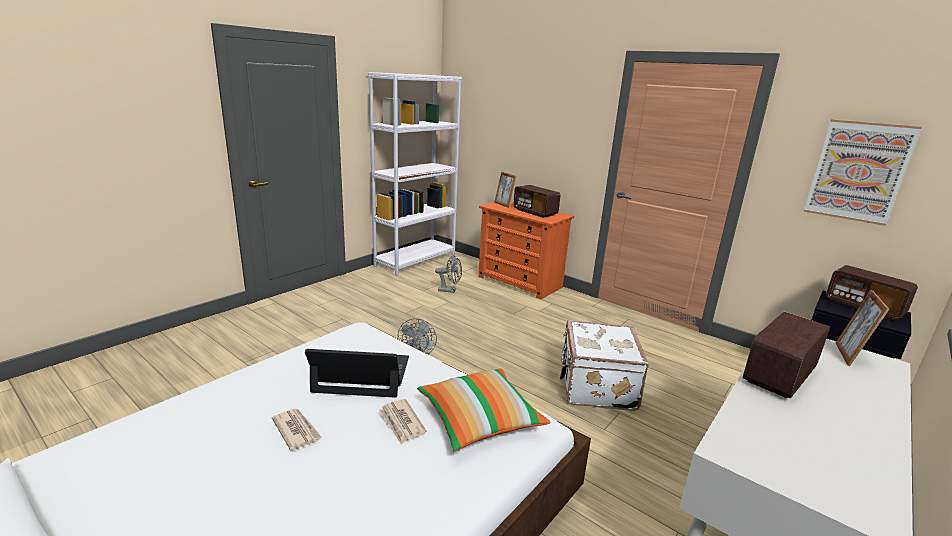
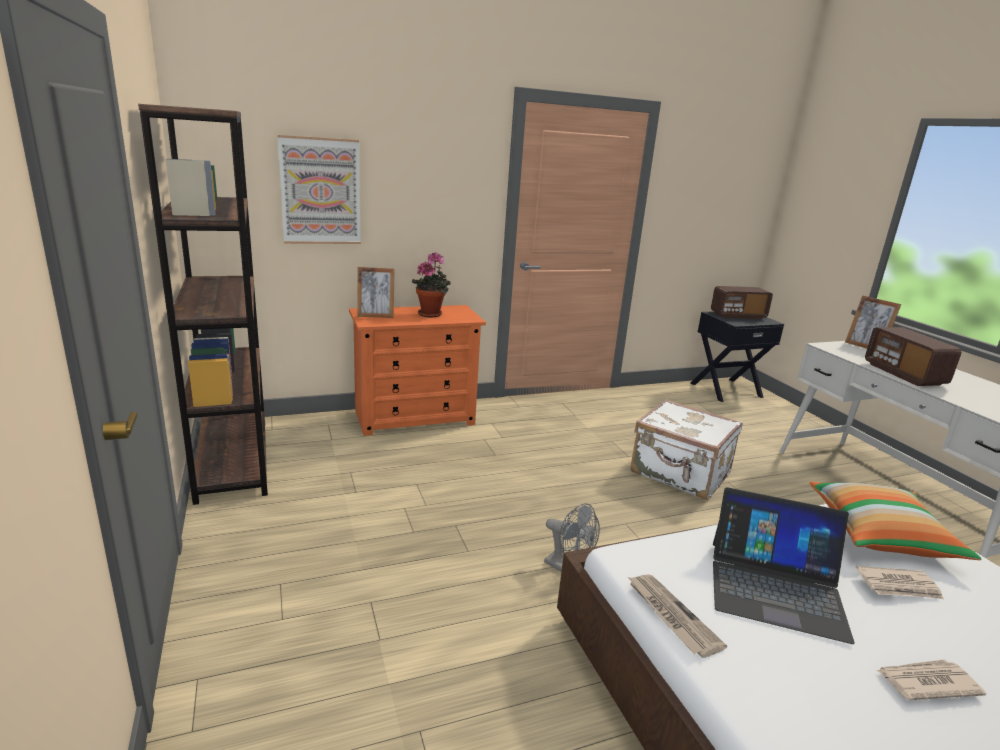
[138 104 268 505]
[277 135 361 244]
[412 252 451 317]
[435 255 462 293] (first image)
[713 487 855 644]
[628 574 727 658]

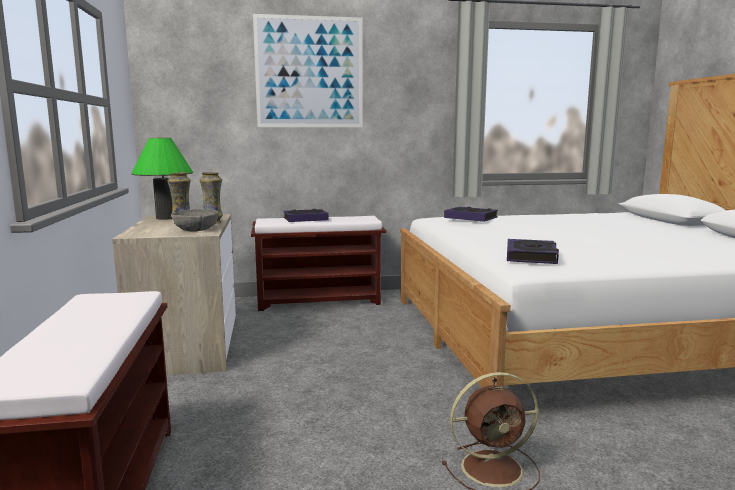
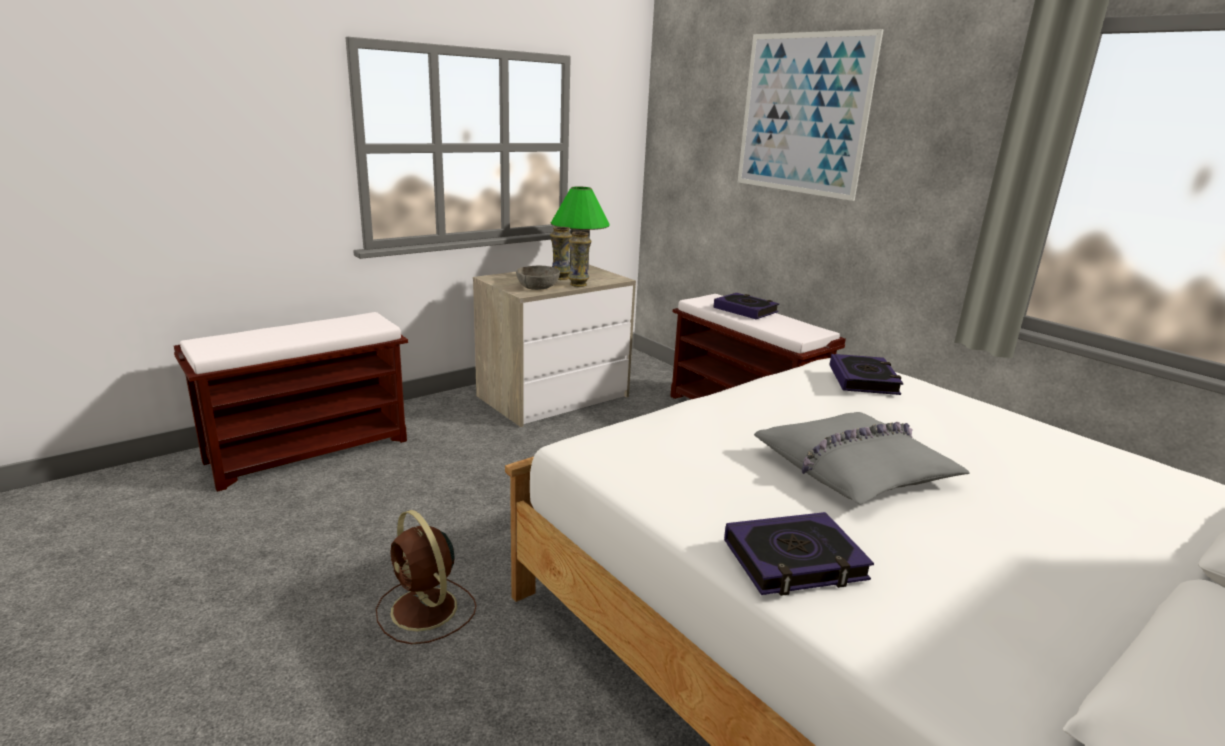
[724 512 874 596]
[754 412 970 504]

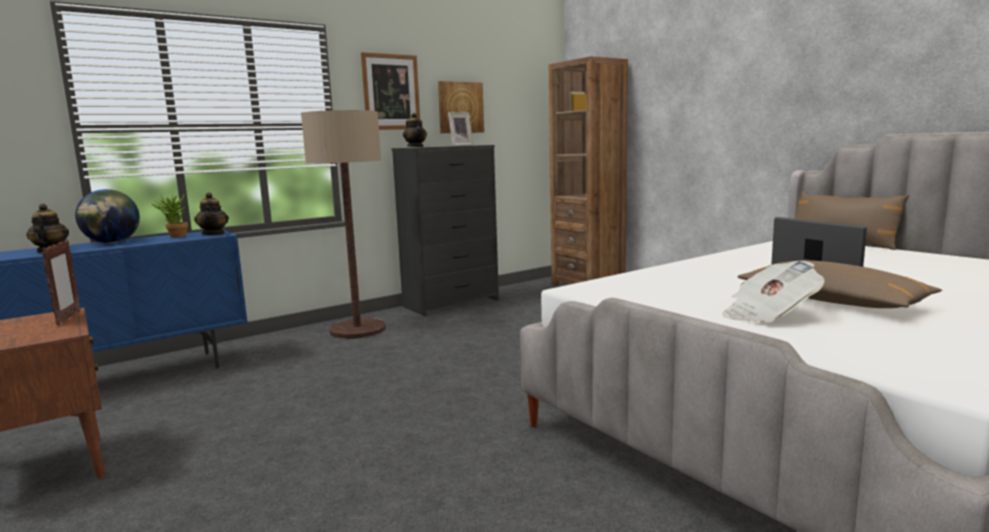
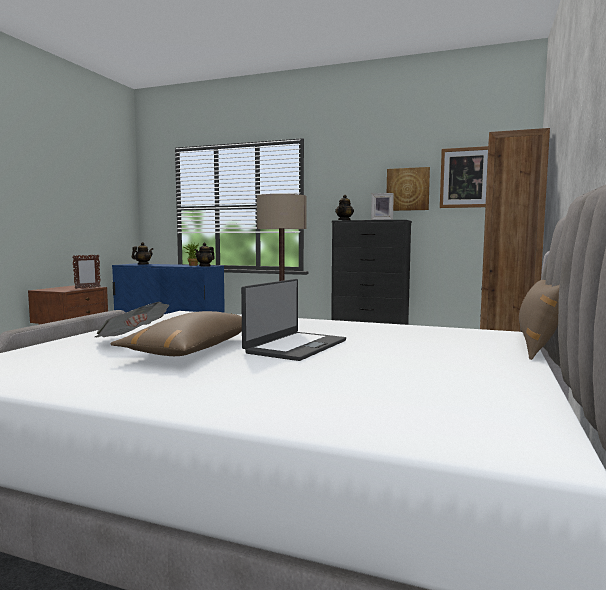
[440 146 488 208]
[75 189 140 243] (first image)

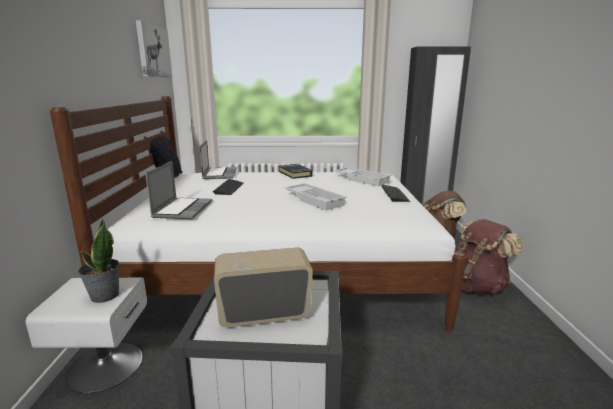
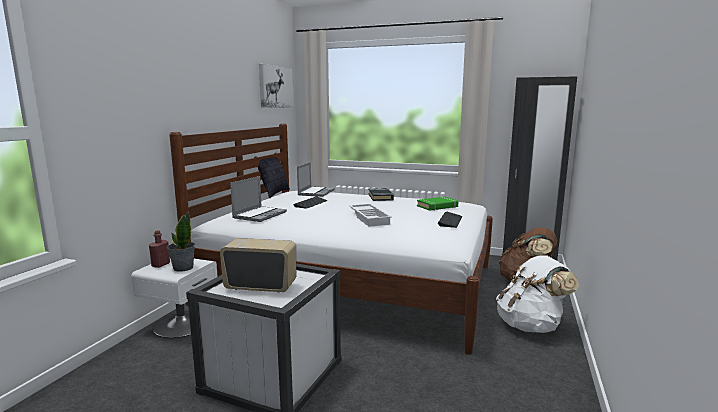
[417 196 458 211]
[496 255 579 333]
[149 230 170 268]

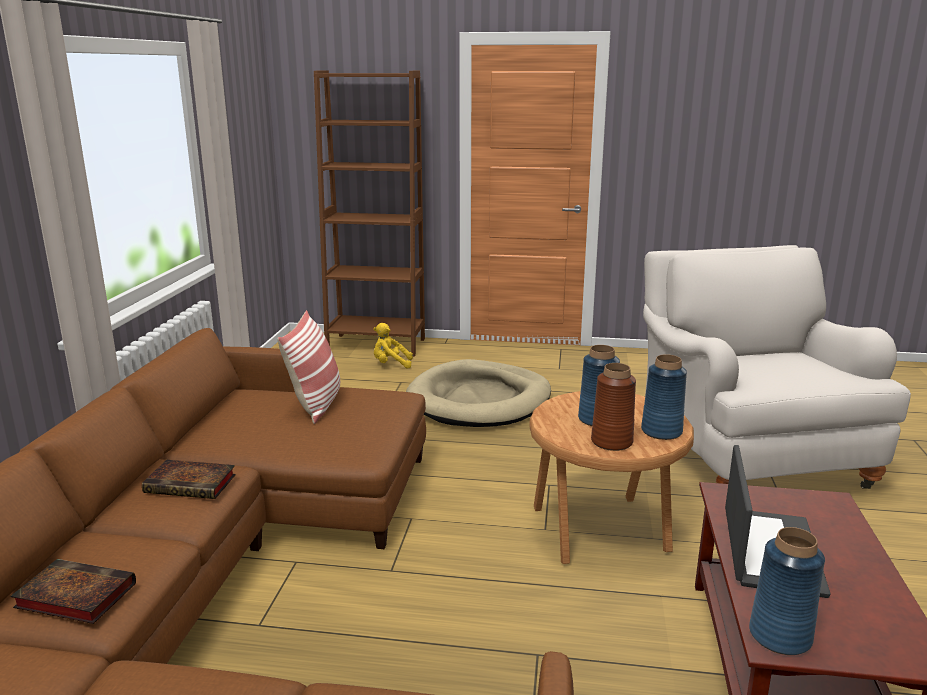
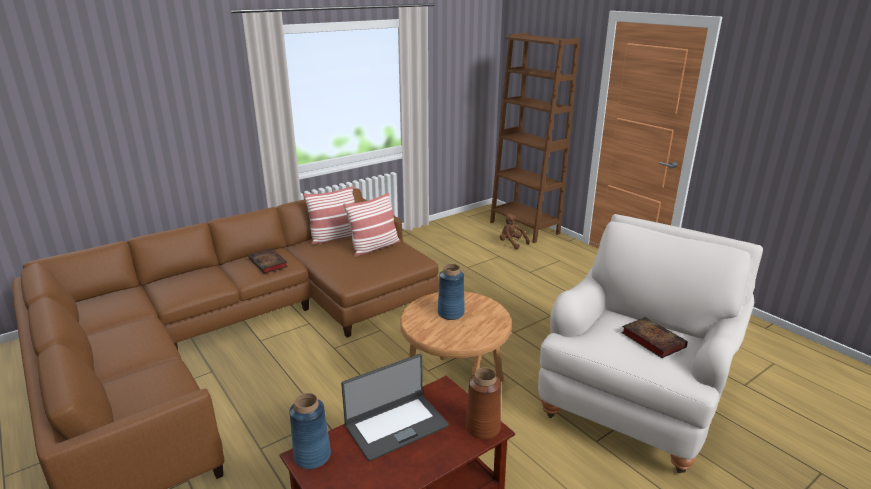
[500 213 530 249]
[641 354 687 440] (first image)
[406 359 551 427] (first image)
[466 368 501 439]
[621 317 688 358]
[303 186 355 245]

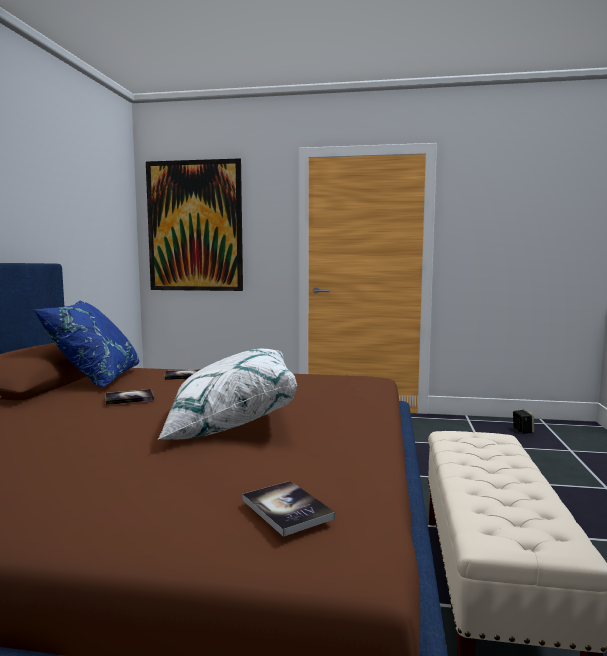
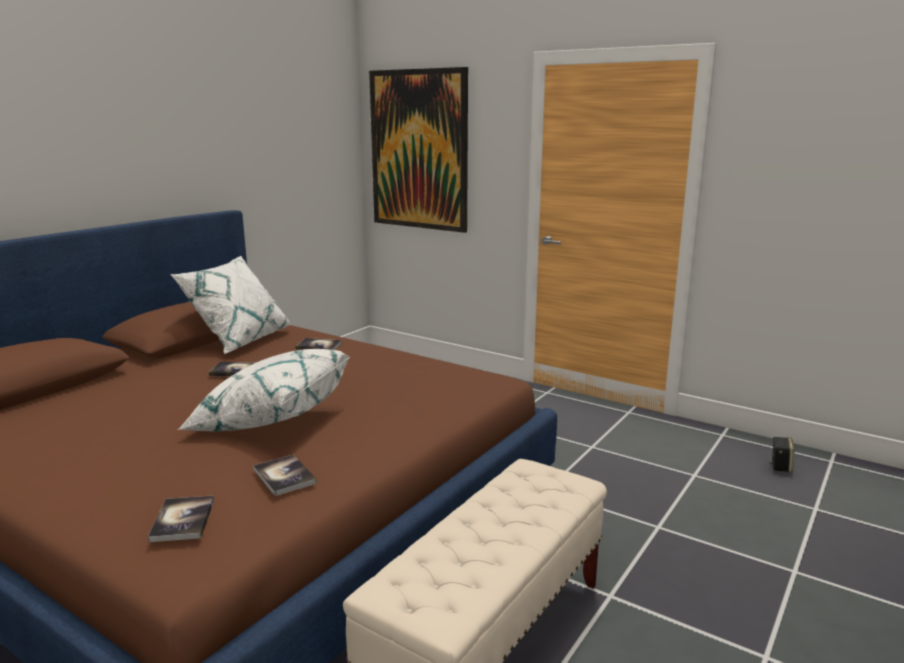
[170 256 291 354]
[253 455 317 496]

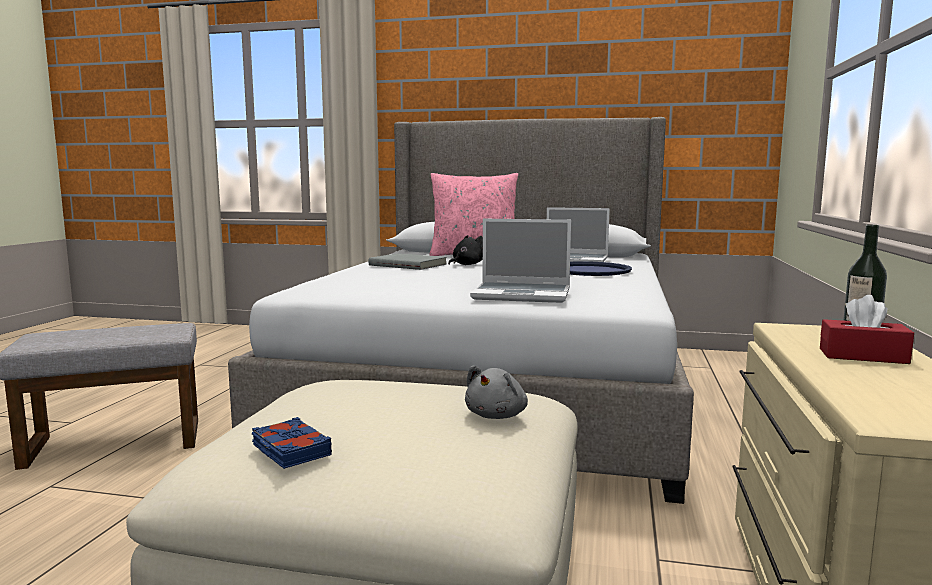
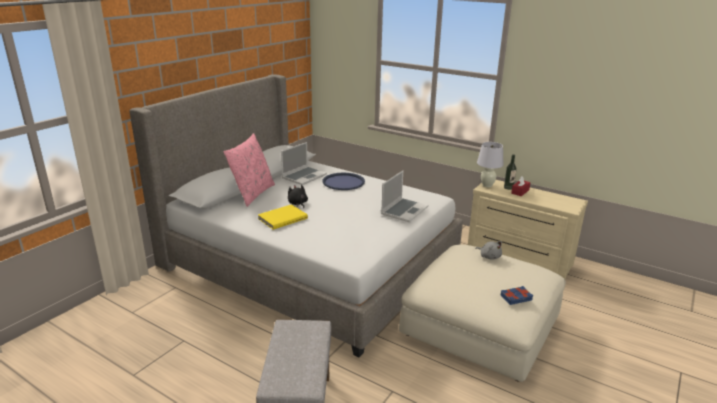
[258 204 308 230]
[477 142 504 187]

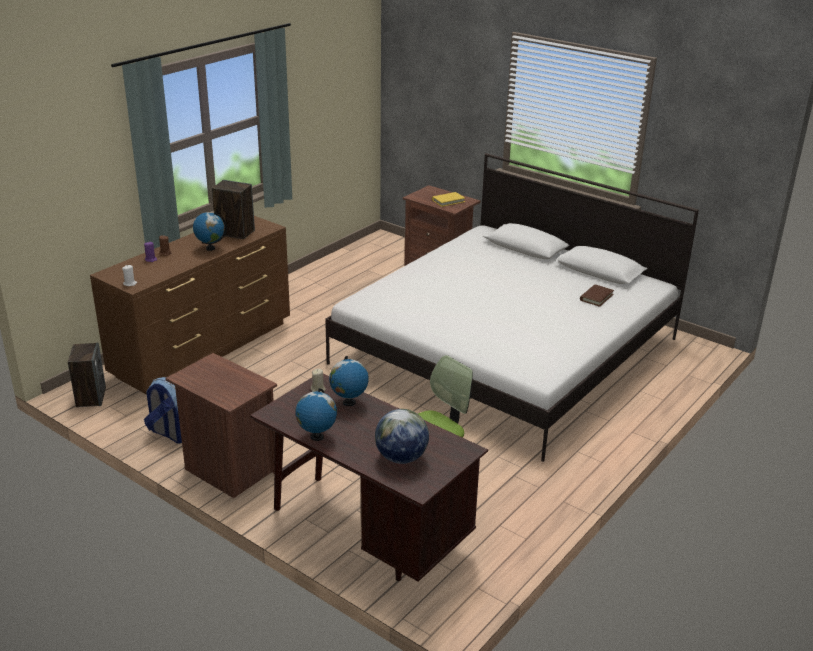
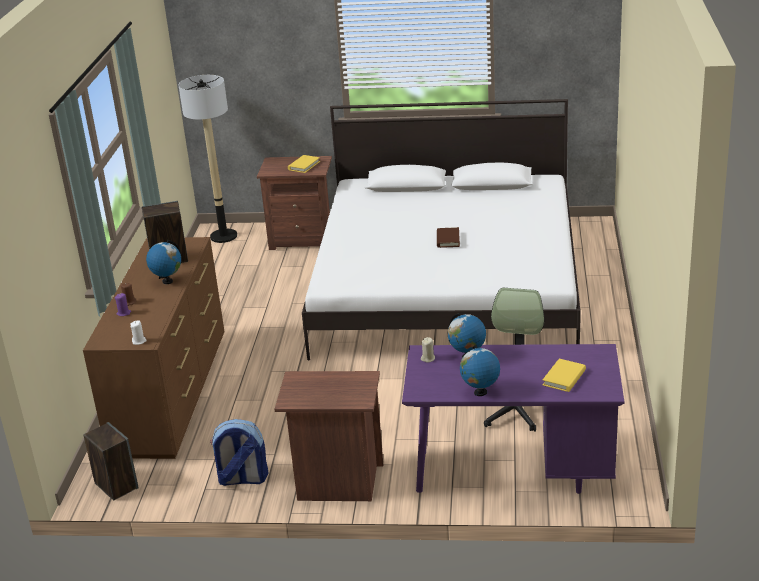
[437 227 460 248]
[402 344 625 494]
[543 359 586 392]
[179 75 237 243]

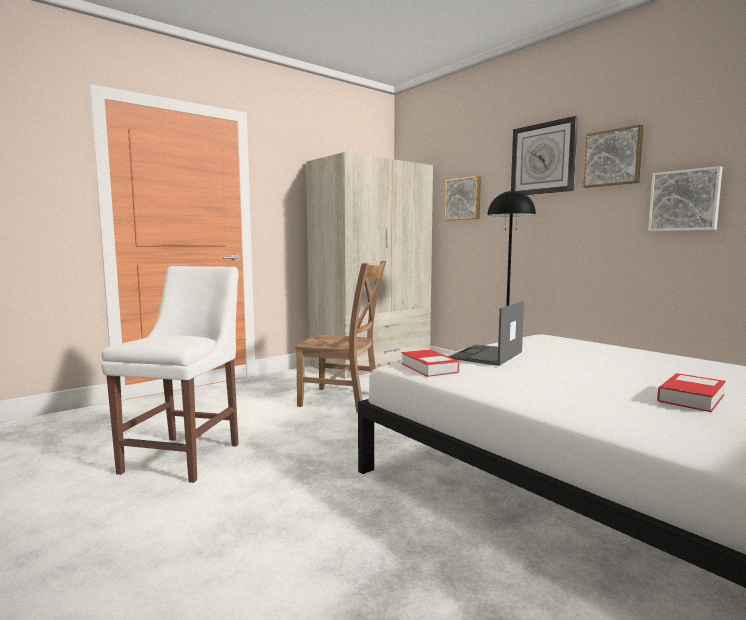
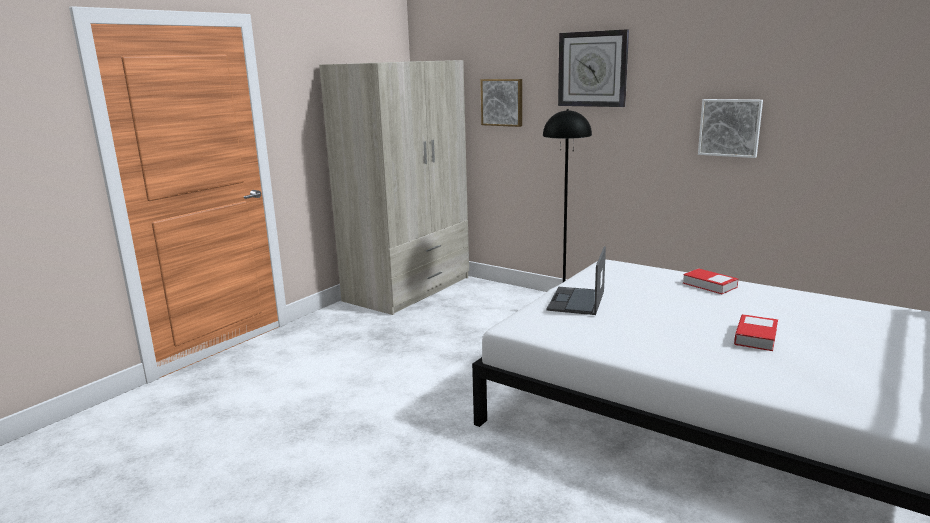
[583 124 643 188] (first image)
[295 261 386 413] (first image)
[101 266 239 483] (first image)
[683 268 738 294]

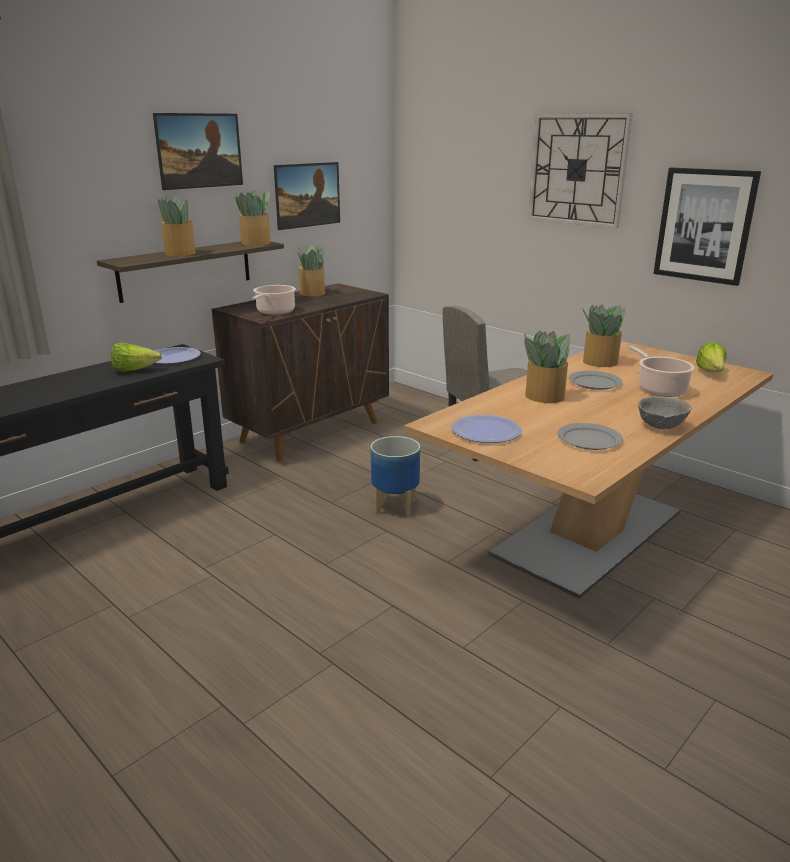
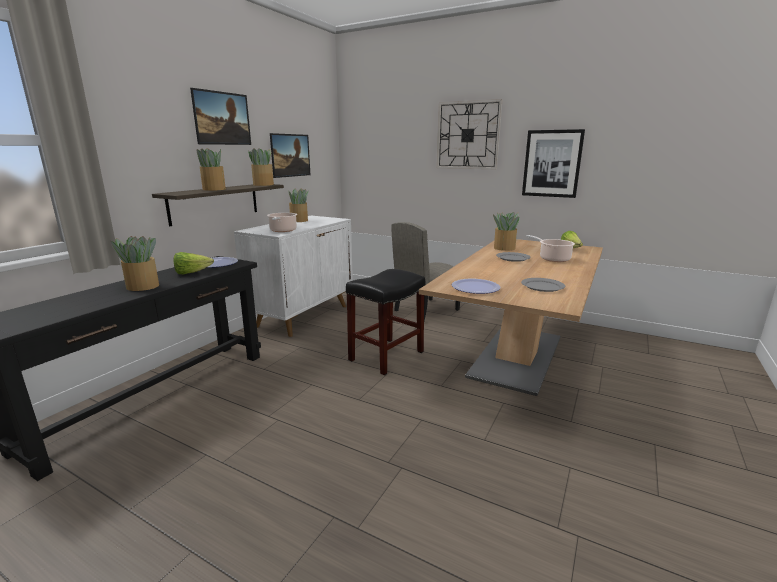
[234 216 353 337]
[110 236 159 291]
[638 397 692 429] (first image)
[346 269 425 375]

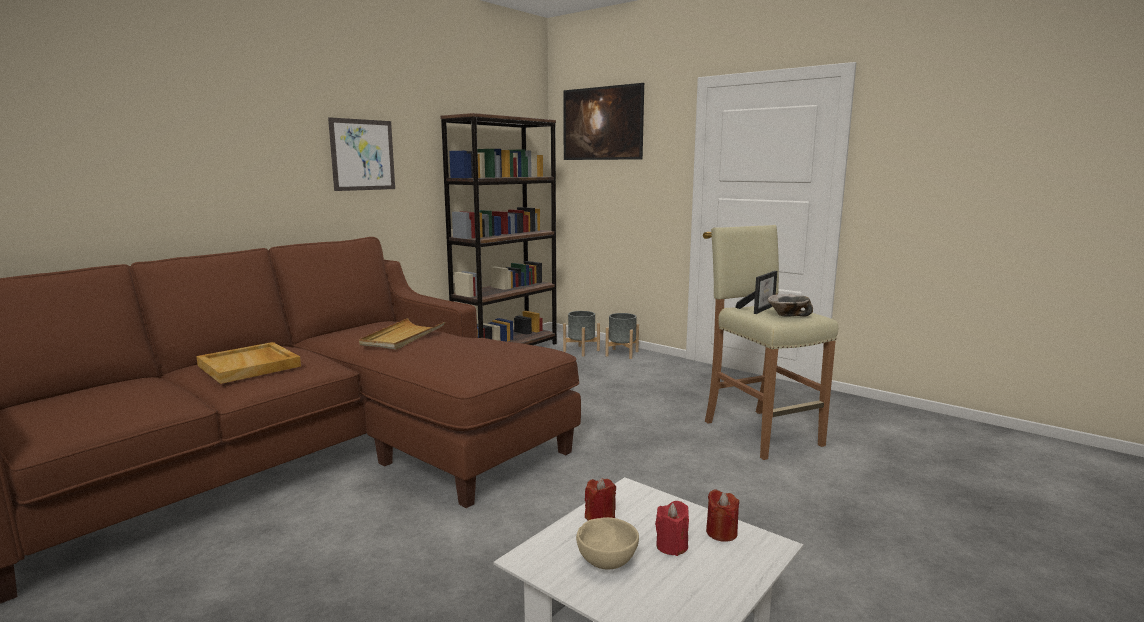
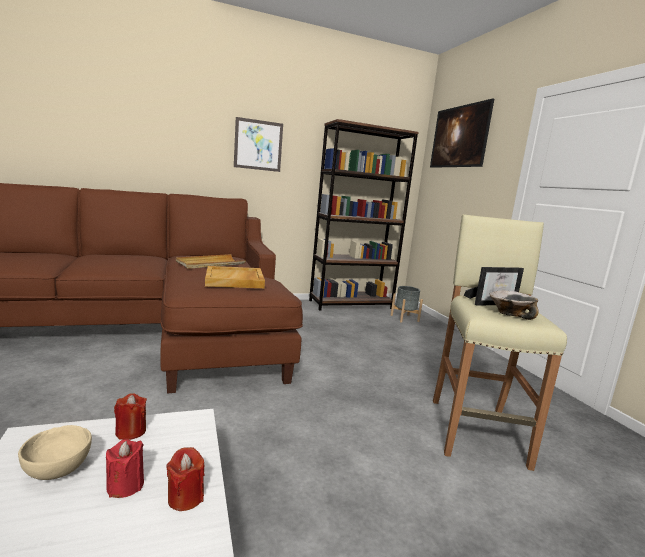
[605 313 639 359] (first image)
[205 266 265 288]

